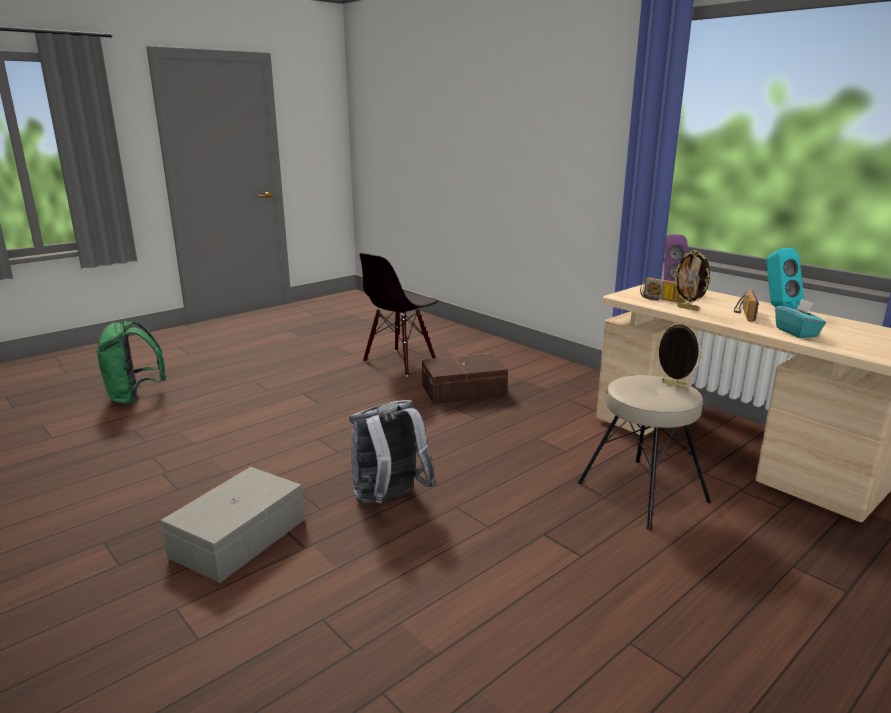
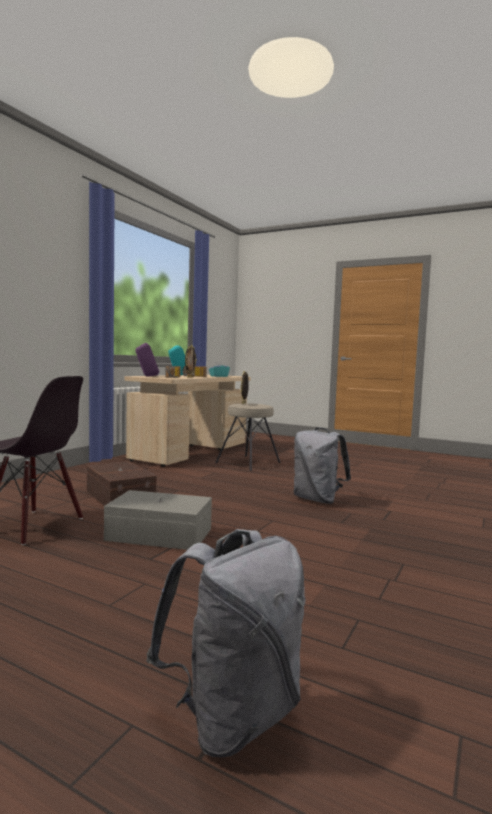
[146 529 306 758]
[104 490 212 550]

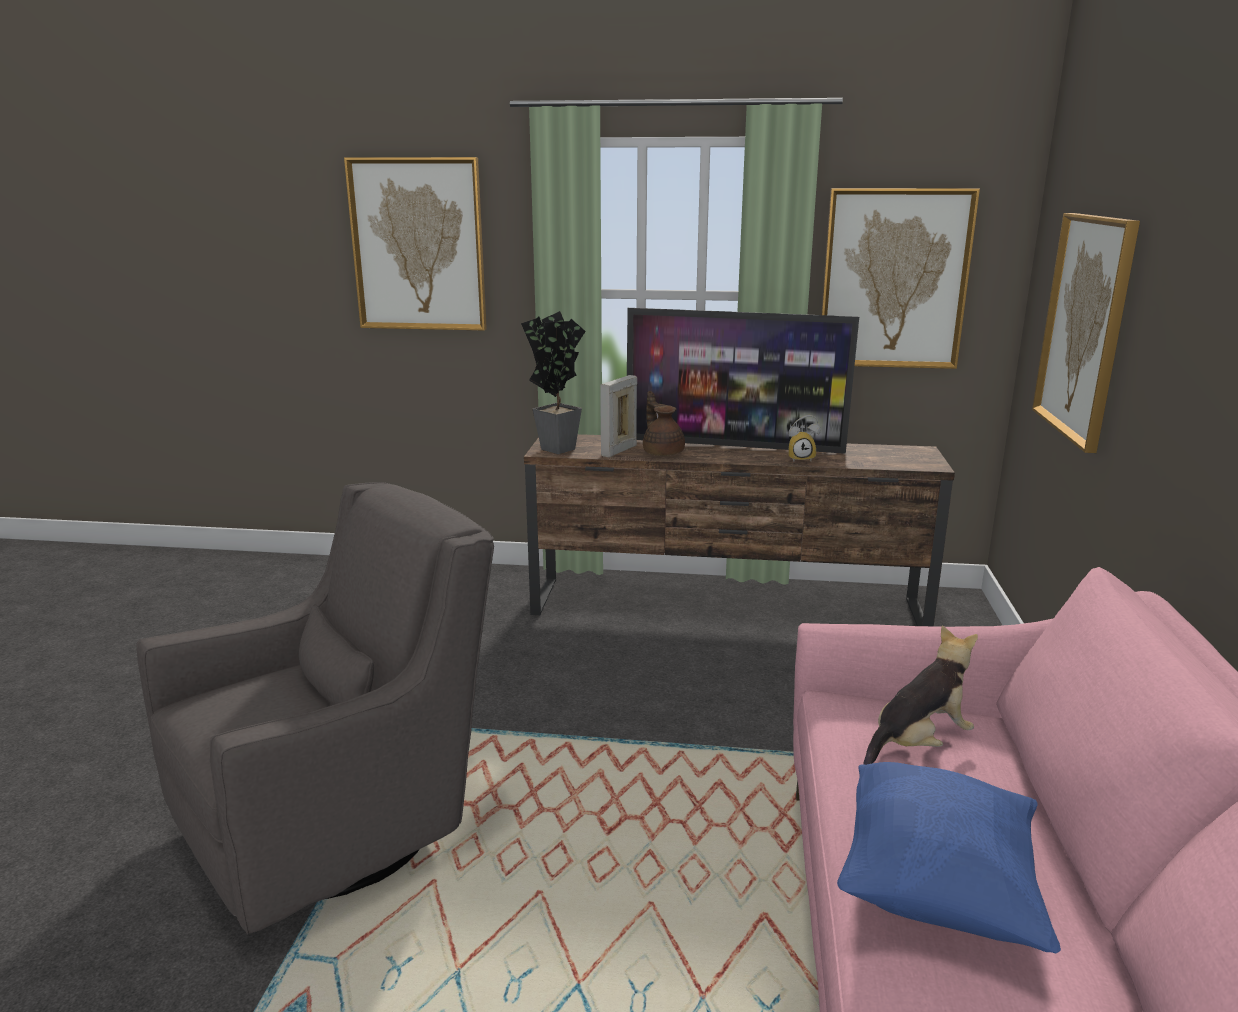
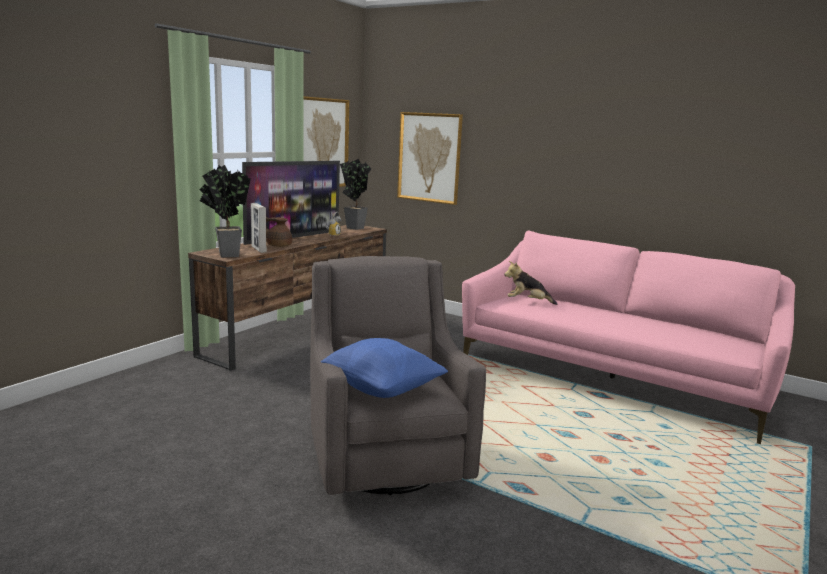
[344 157 487 330] (first image)
[504 261 557 305]
[321 338 448 398]
[340 159 371 230]

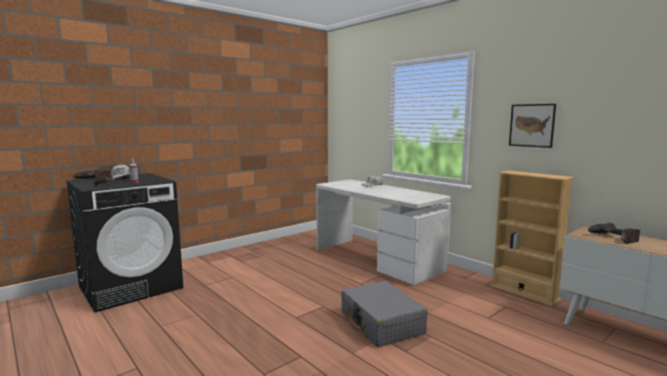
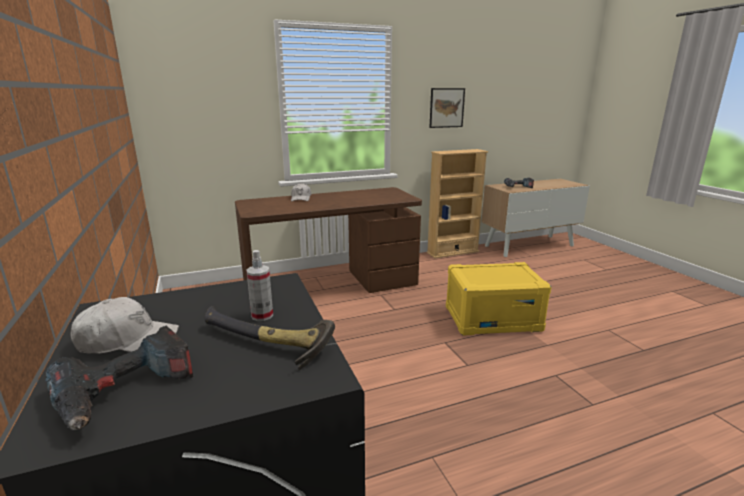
[235 187 422 293]
[446 262 552 336]

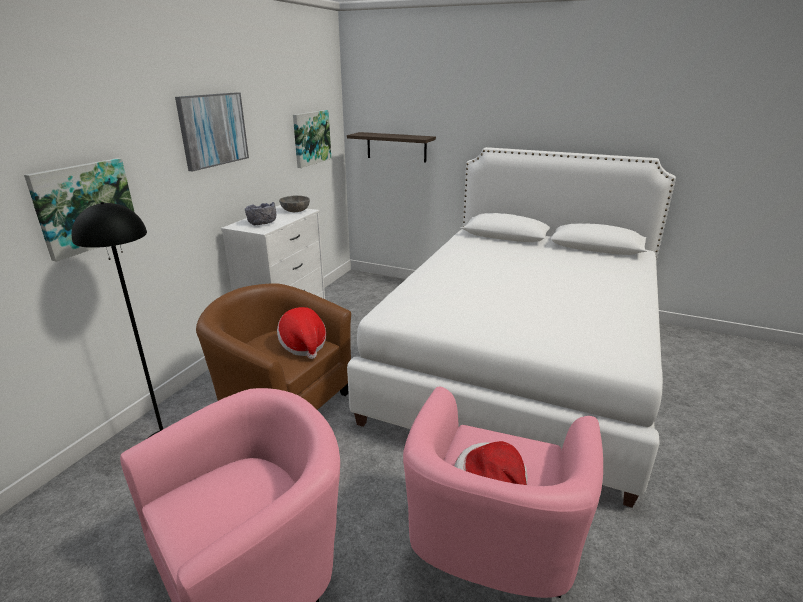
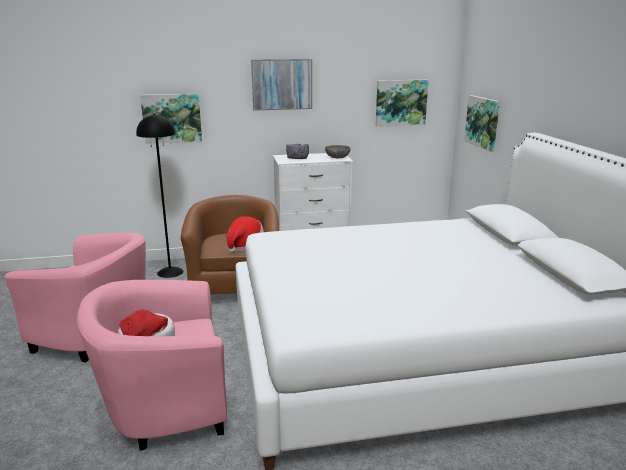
[464 95 500 152]

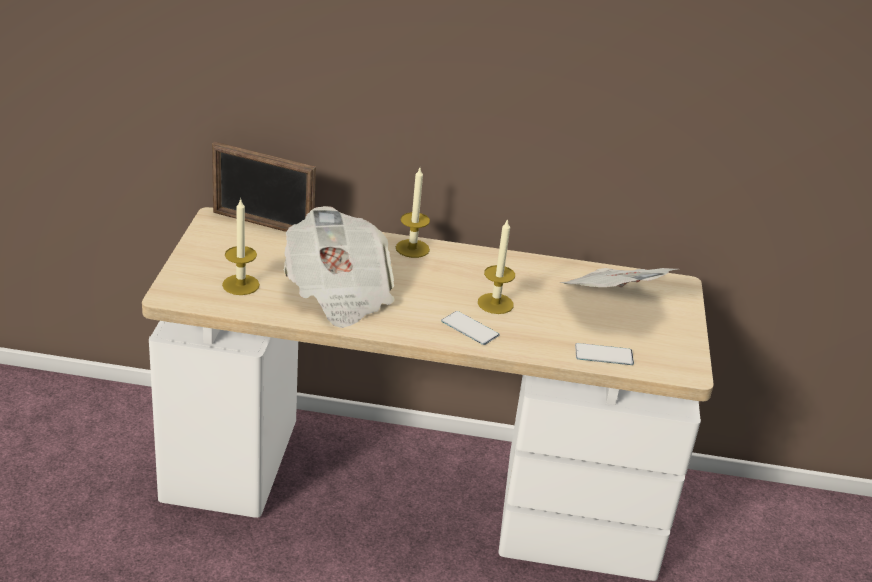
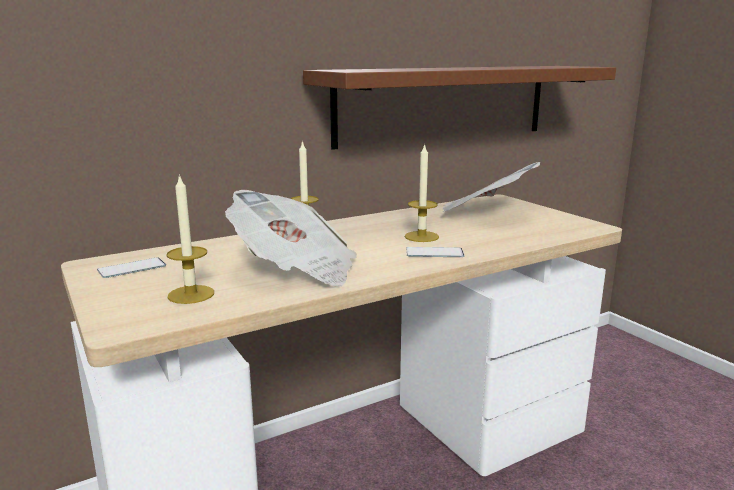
[212 142 316 232] (first image)
[97 258 166 278]
[303 66 616 150]

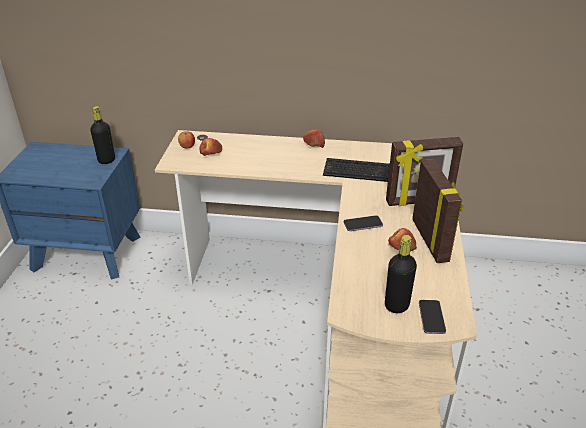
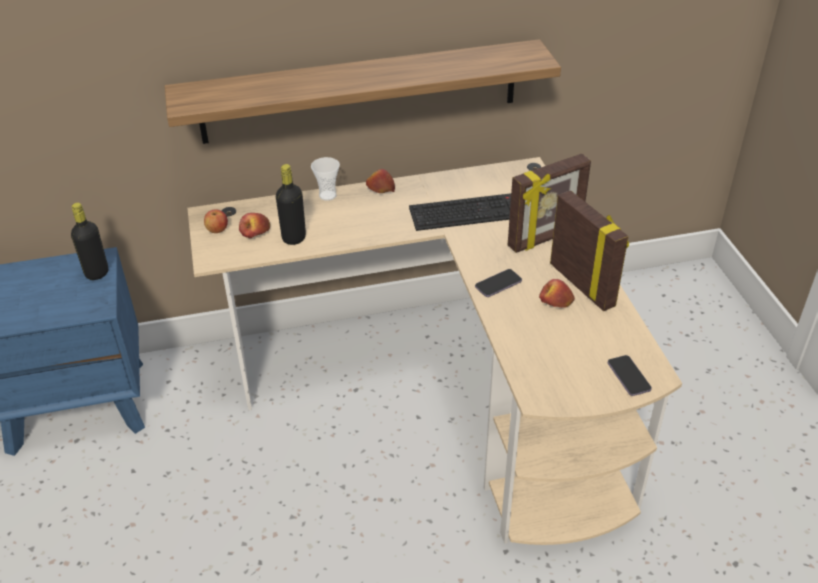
[276 164 306 245]
[165 39 561 144]
[311 157 340 201]

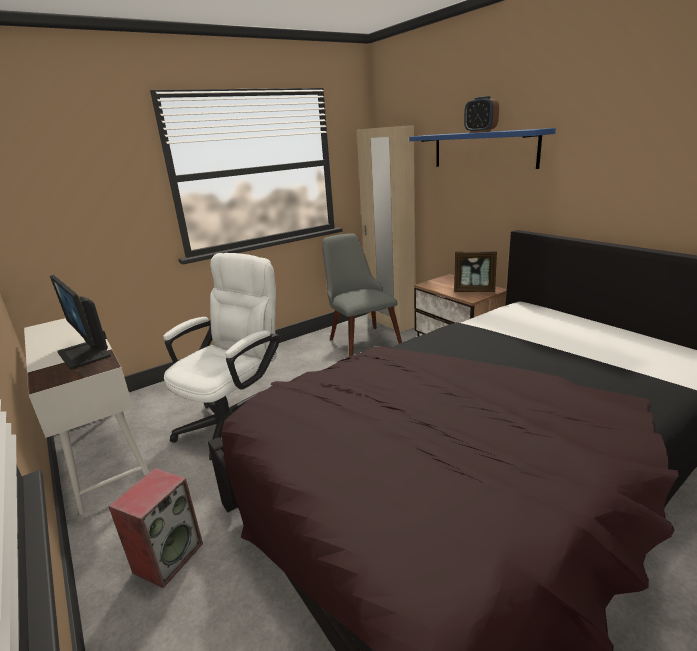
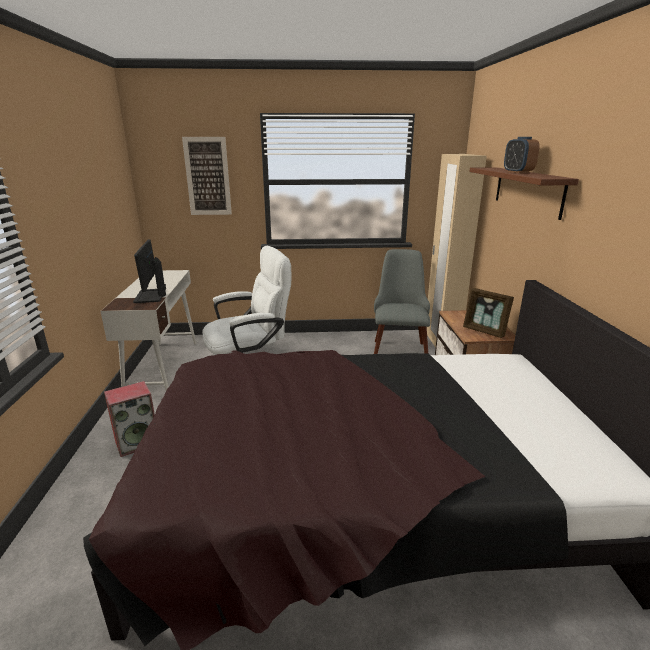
[469 167 579 220]
[182 137 232 215]

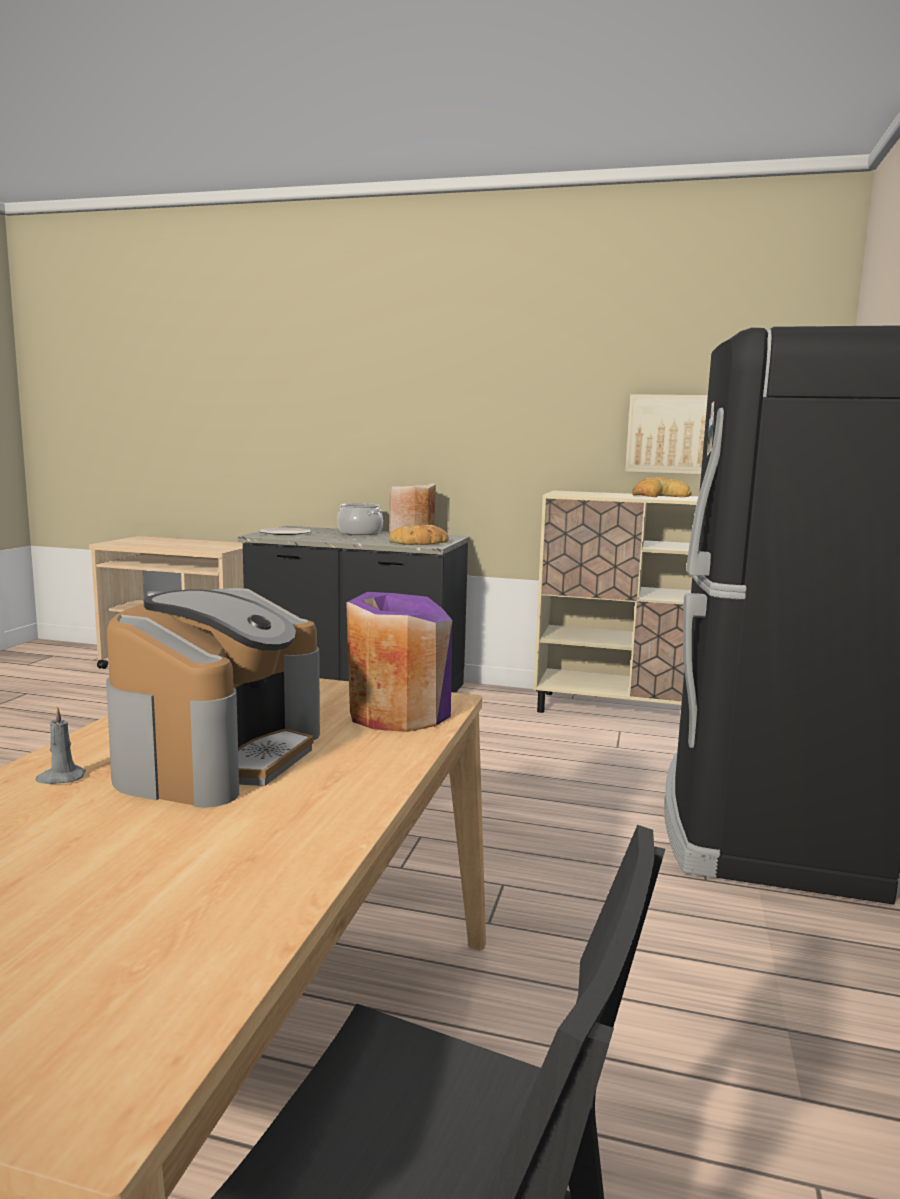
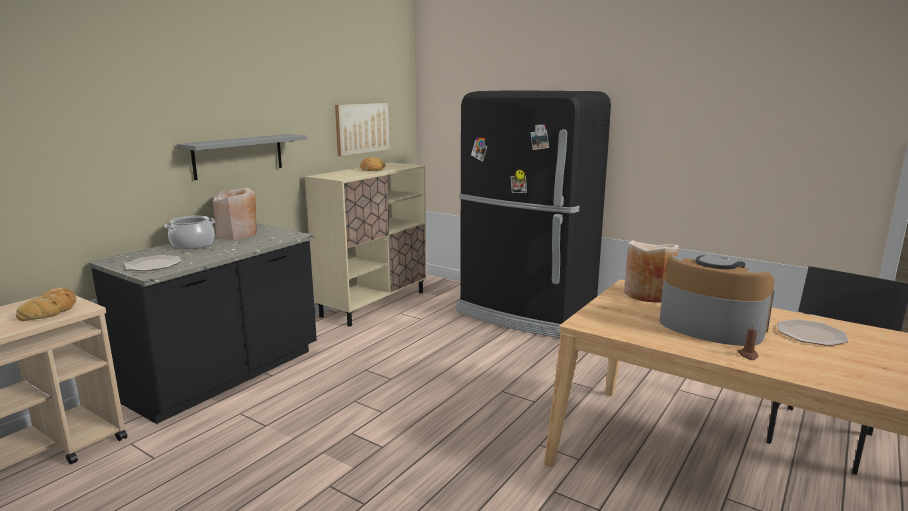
[16 287 76 321]
[624 240 679 303]
[738 324 758 360]
[177 134 307 180]
[777 319 849 346]

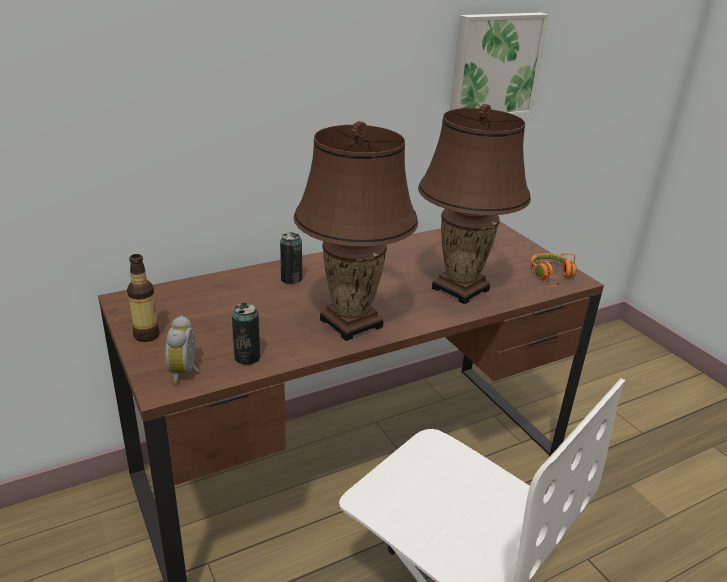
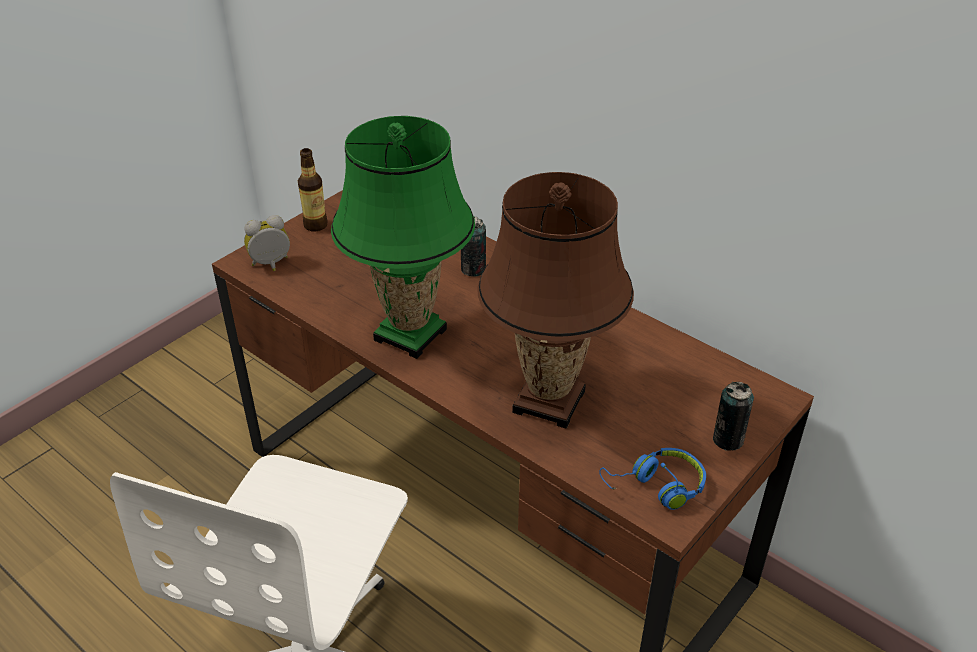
[450 13 549 116] (first image)
[331 116 475 359]
[599 448 706 510]
[713 382 754 451]

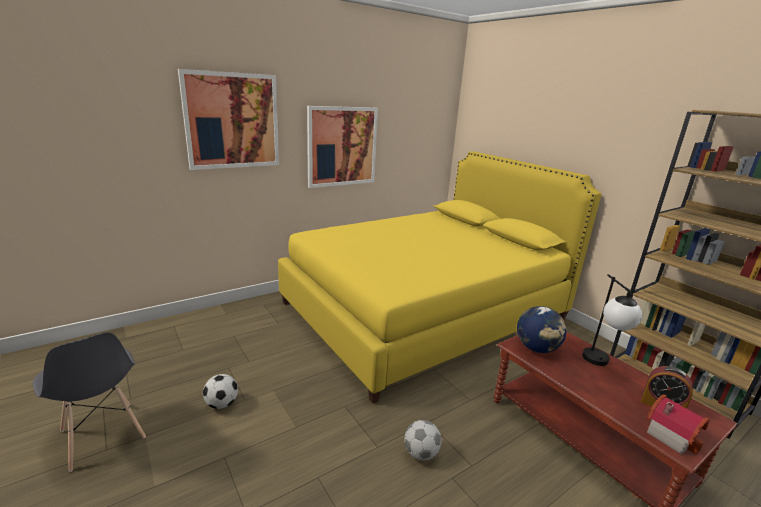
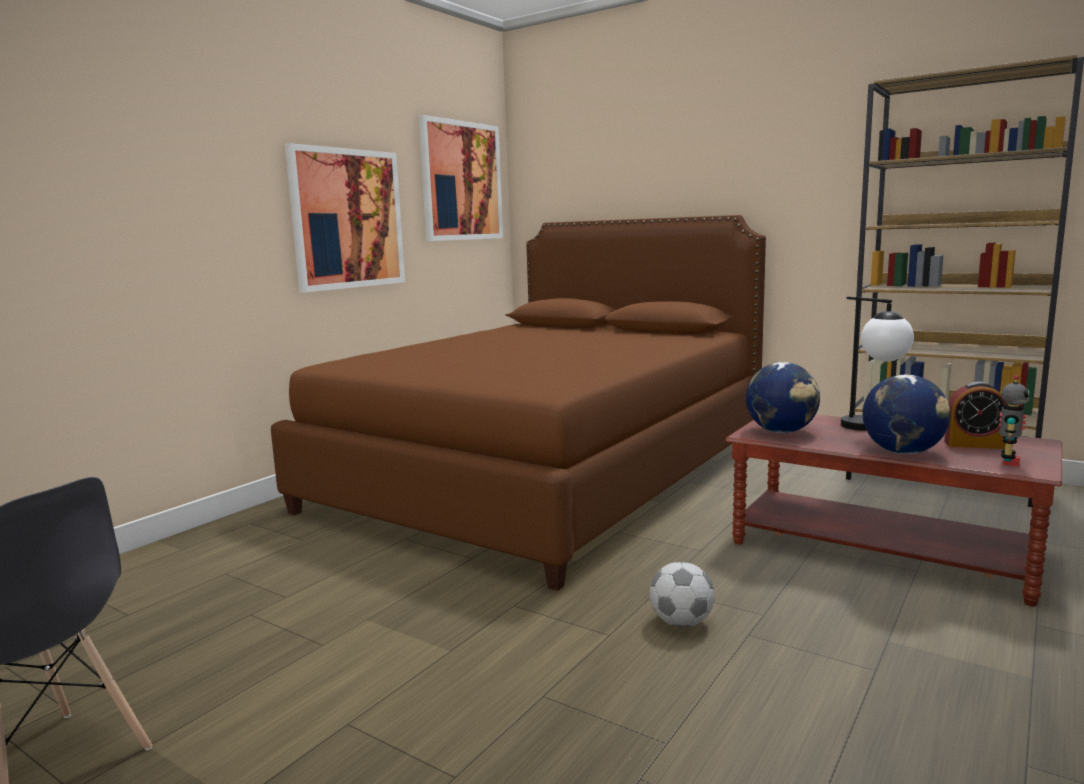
[419 115 503 241]
[271 215 766 591]
[203 374 238 409] (first image)
[999 375 1030 466]
[862 375 950 454]

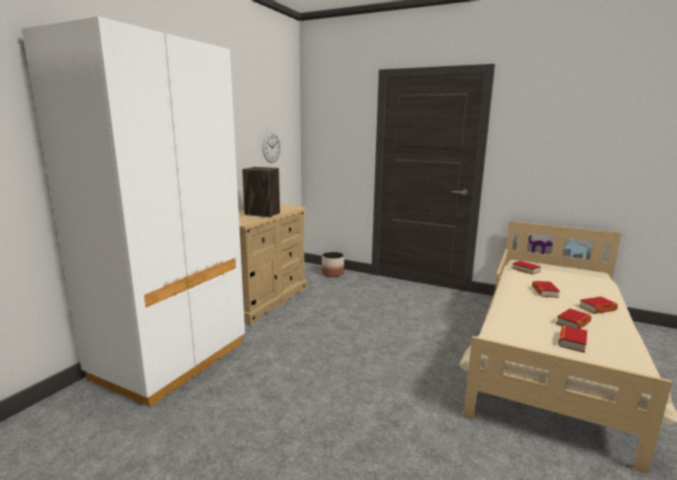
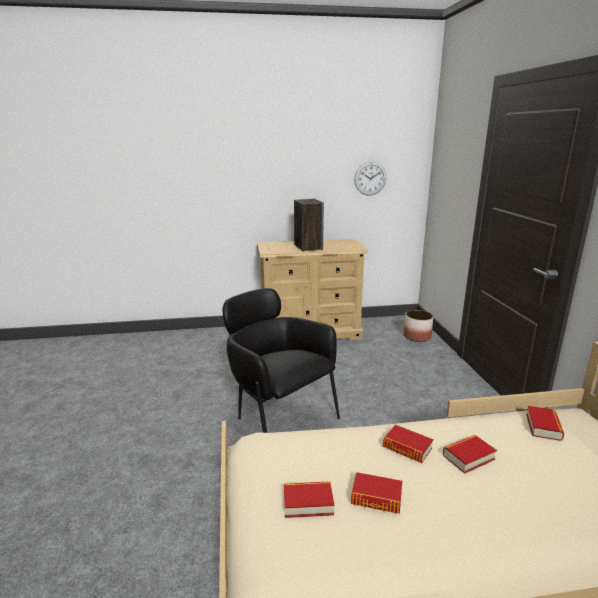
[22 16 245 407] (first image)
[383 425 433 463]
[222 288 340 433]

